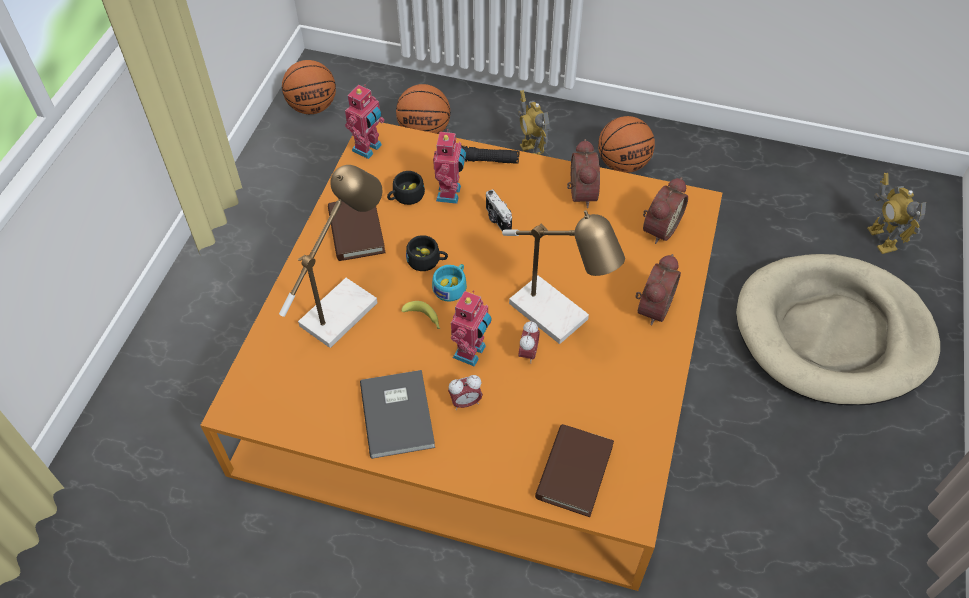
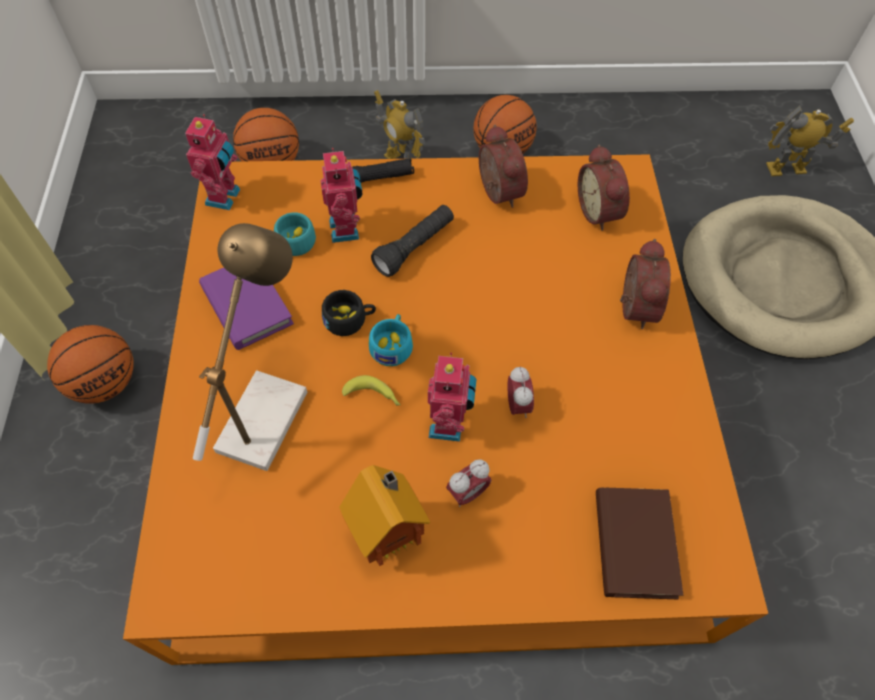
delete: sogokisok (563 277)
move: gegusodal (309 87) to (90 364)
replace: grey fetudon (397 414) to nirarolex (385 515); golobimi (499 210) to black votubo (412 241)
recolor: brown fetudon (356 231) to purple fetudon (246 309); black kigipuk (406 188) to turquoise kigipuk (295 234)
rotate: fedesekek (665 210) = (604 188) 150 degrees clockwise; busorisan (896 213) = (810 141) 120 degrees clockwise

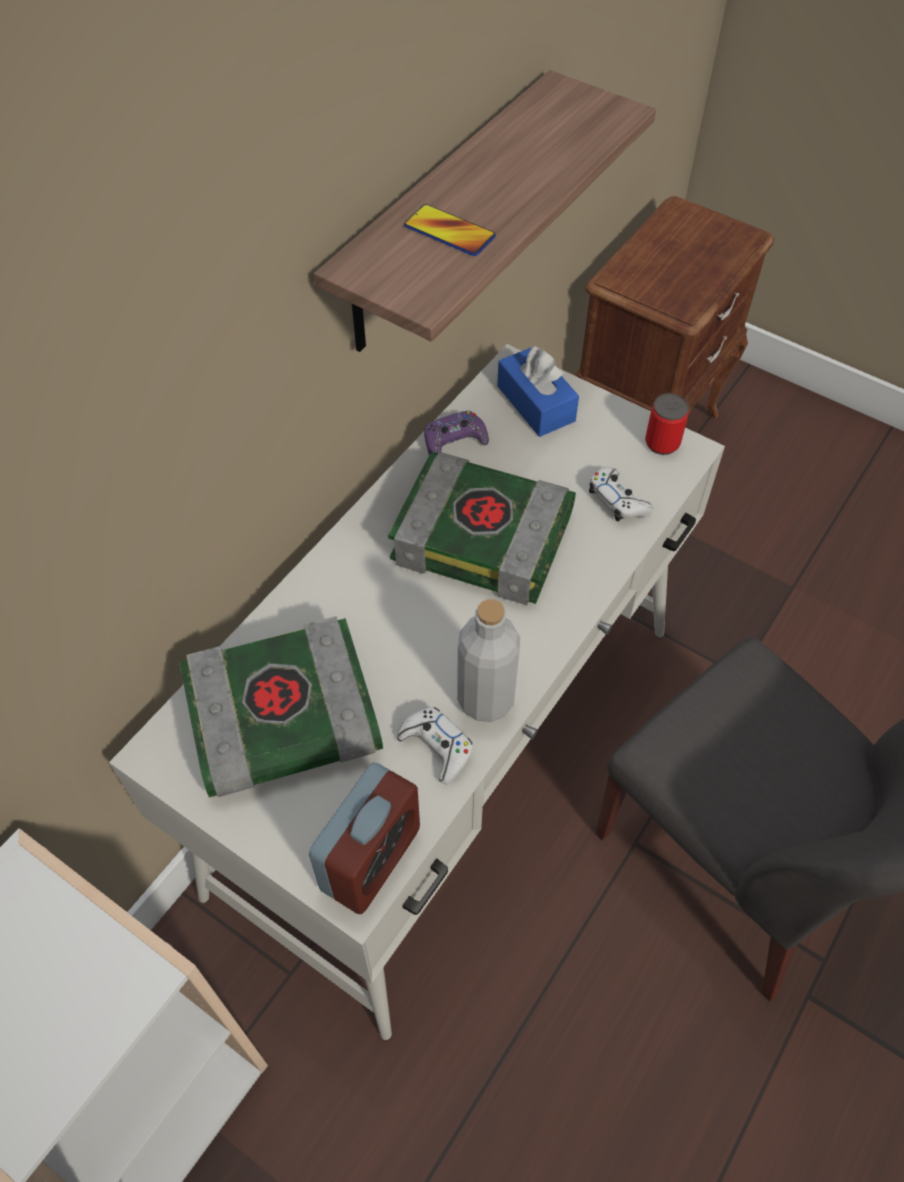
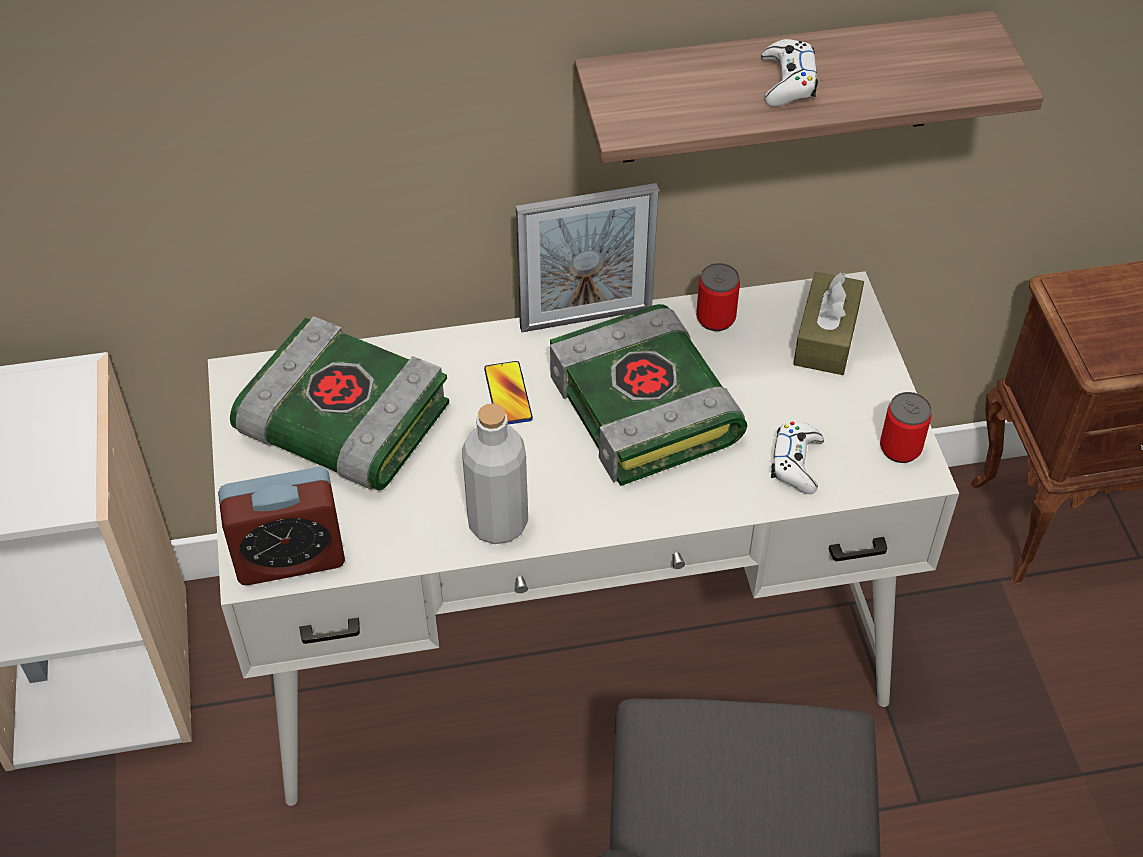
insert: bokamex (587 257)
move: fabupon (450 230) to (508 393); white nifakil (434 745) to (789 73)
replace: purple nifakil (456 433) to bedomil (718 297)
recolor: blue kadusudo (538 391) to brown kadusudo (828 323)

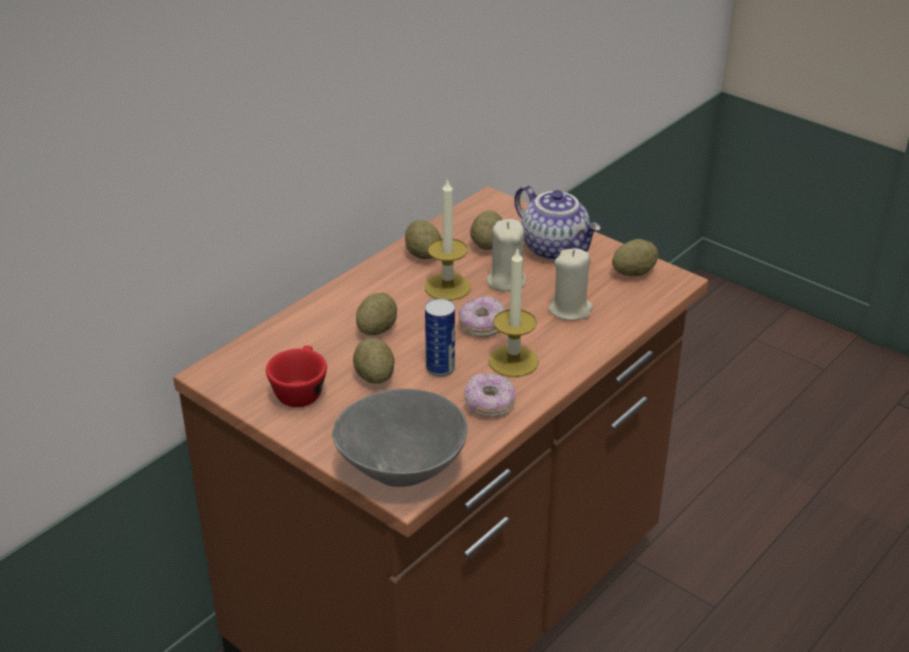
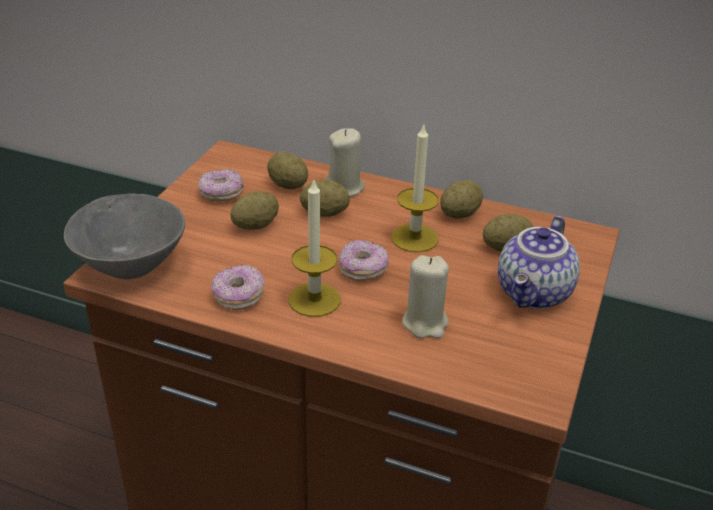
delete: bedomil (440 337)
move: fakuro (635 257) to (287 170); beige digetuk (506 255) to (345 162)
replace: red kigipuk (296 376) to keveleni (221 185)

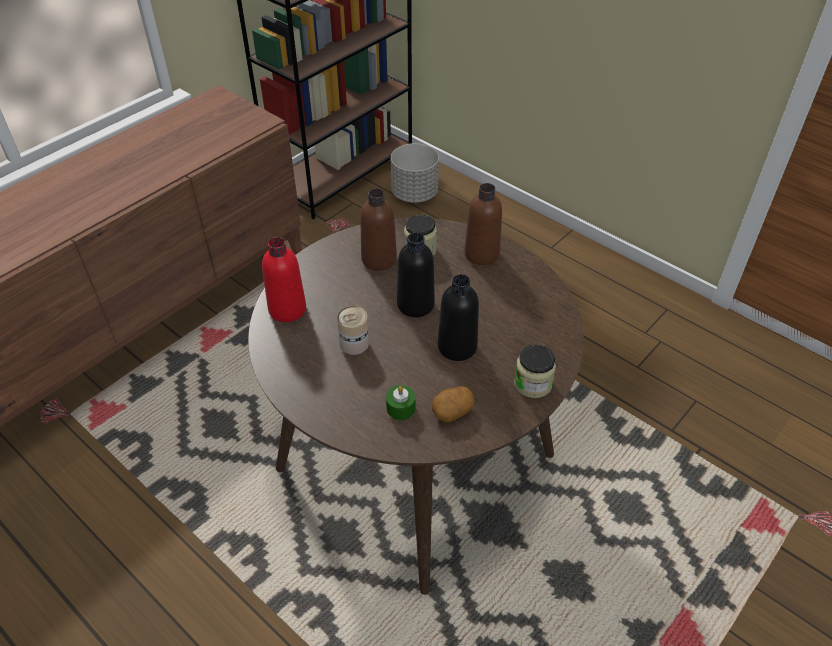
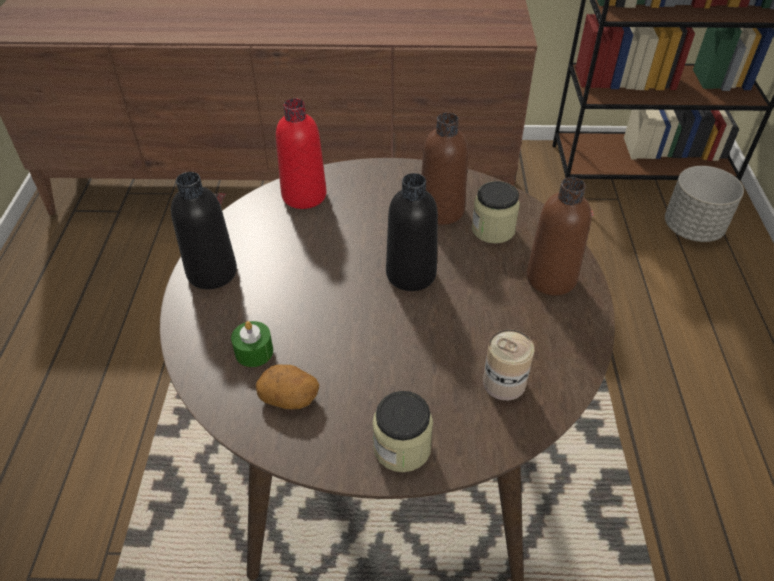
move: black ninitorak (458 317) to (204 230); bedomil (353 330) to (508 365)

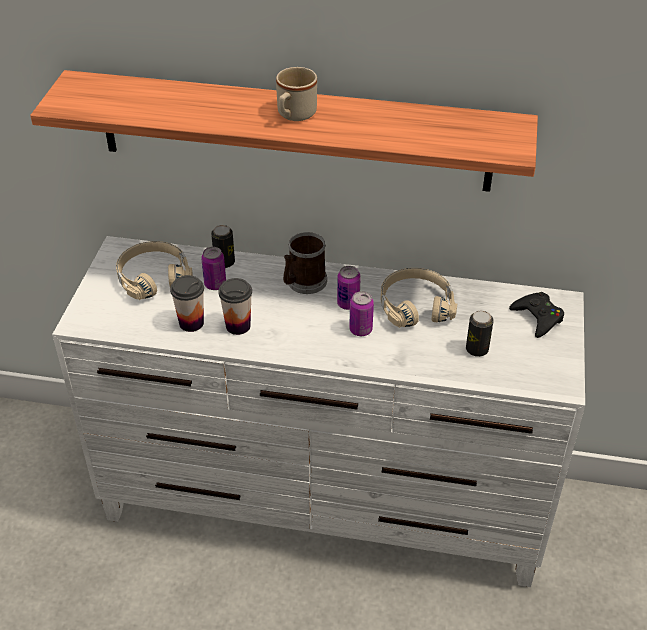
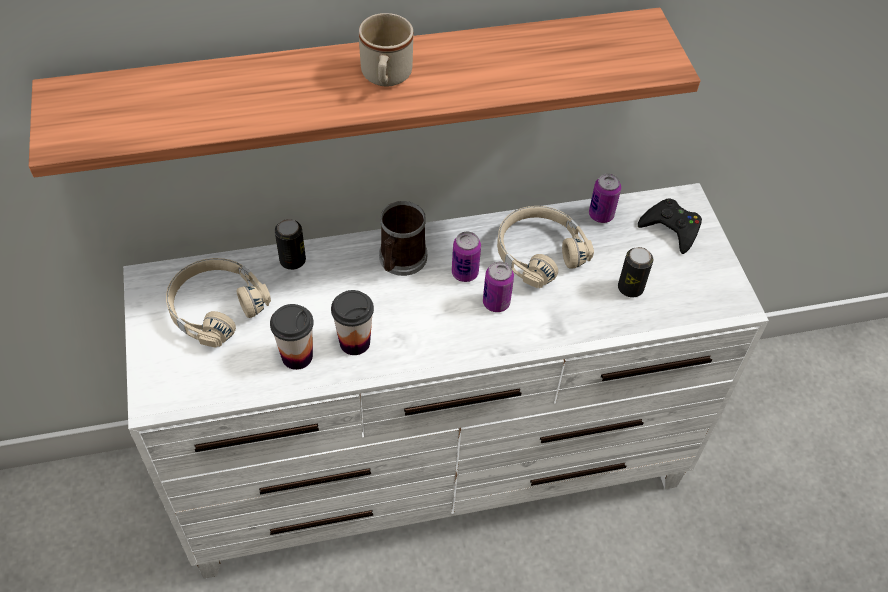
move: bedomil (213 268) to (605 198)

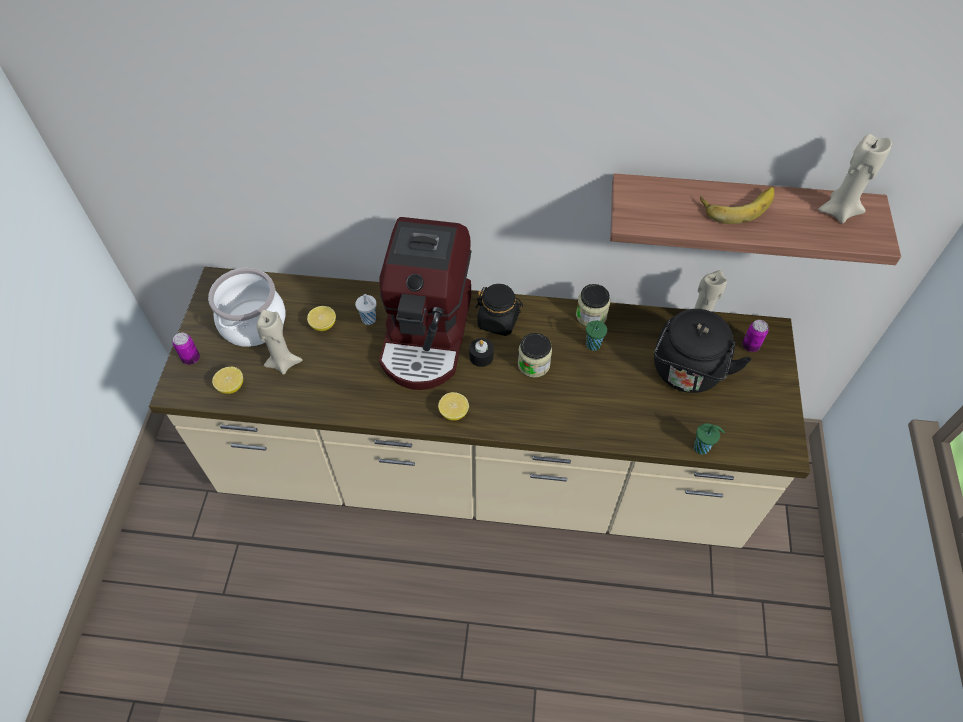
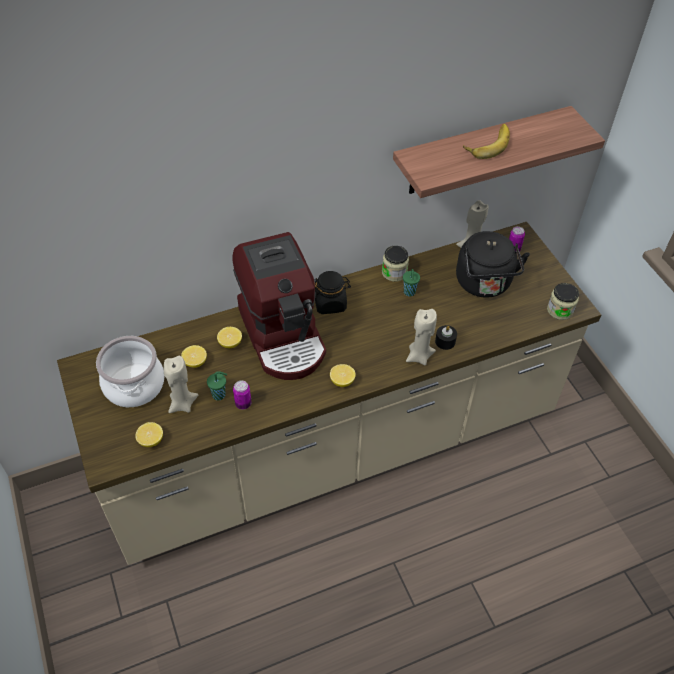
move: green kigipuk (709 439) to (217 386); bedomil (186 349) to (242 395); beige digetuk (855 179) to (421 337); black digetuk (481 352) to (446 337); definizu (535 355) to (563 301)
replace: white kigipuk (365 309) to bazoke (229 337)

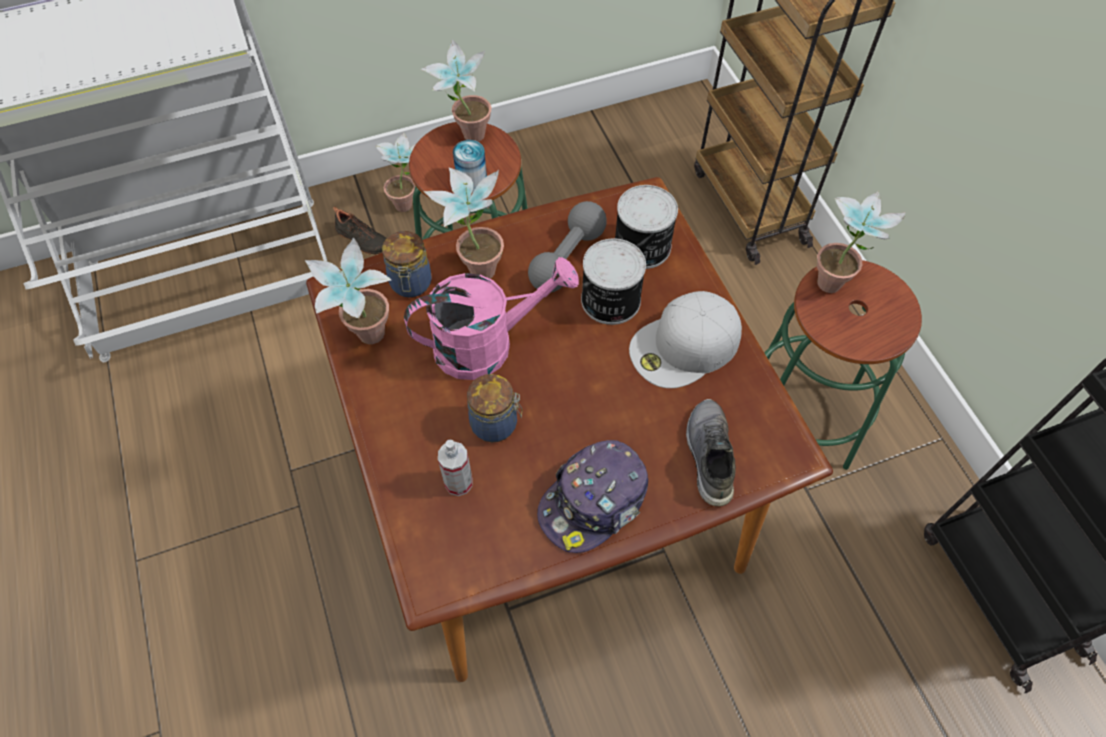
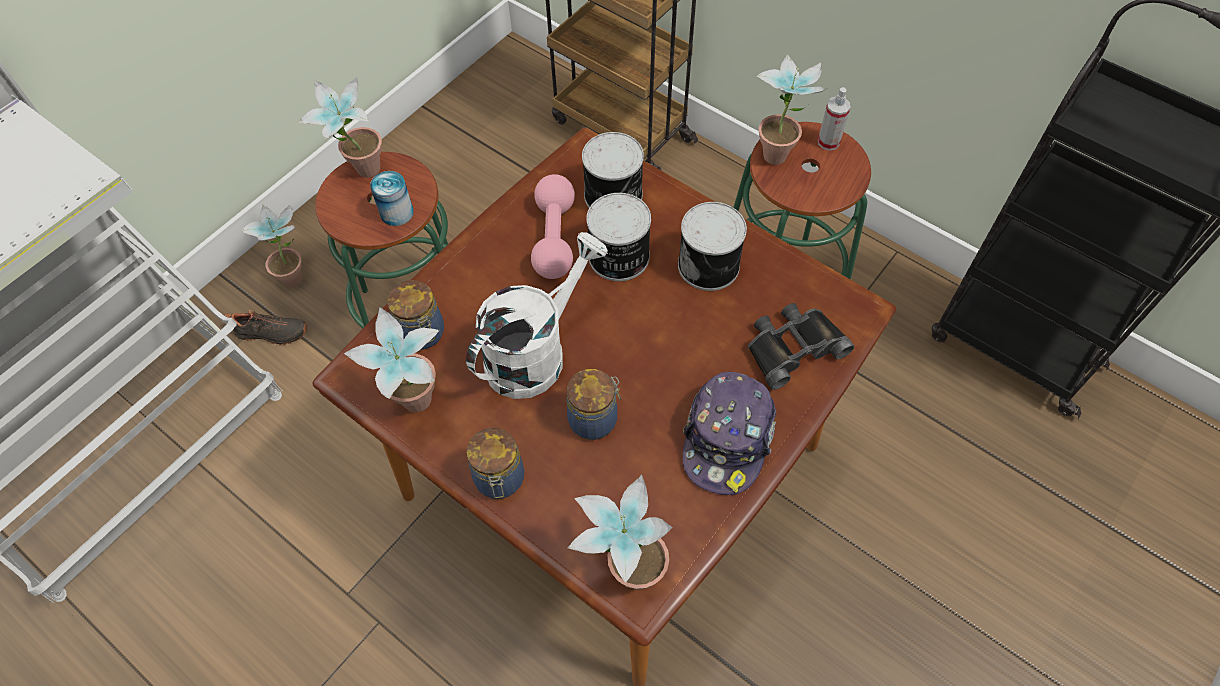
insert: definizu (495 463)
move: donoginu (463 223) to (620 532); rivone (455 468) to (834 119)
replace: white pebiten (685 339) to bedomil (712 246); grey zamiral (711 453) to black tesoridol (801 346)
recolor: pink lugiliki (491 318) to white lugiliki (537 315); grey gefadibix (567 247) to pink gefadibix (553 226)

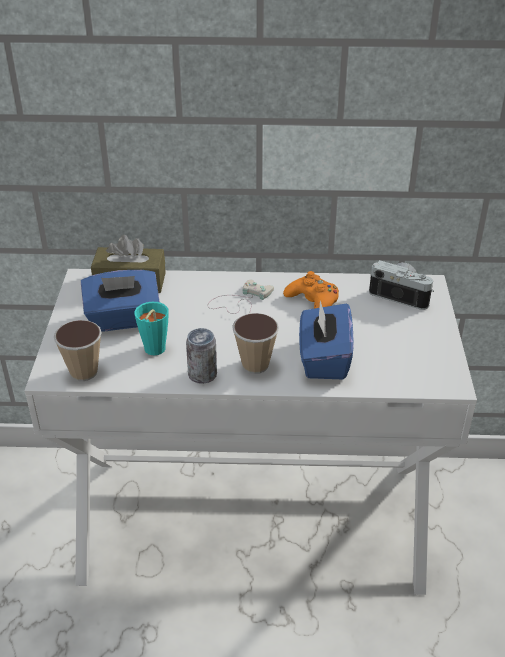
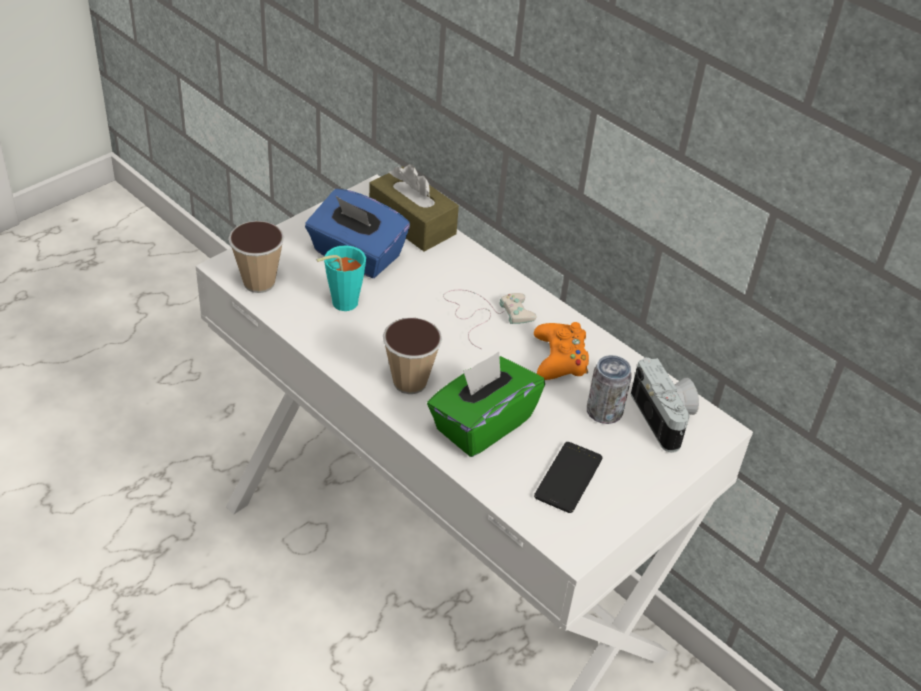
insert: fabupon (568 477)
move: bedomil (201 356) to (609 389)
recolor: blue kadusudo (326 340) to green kadusudo (486 404)

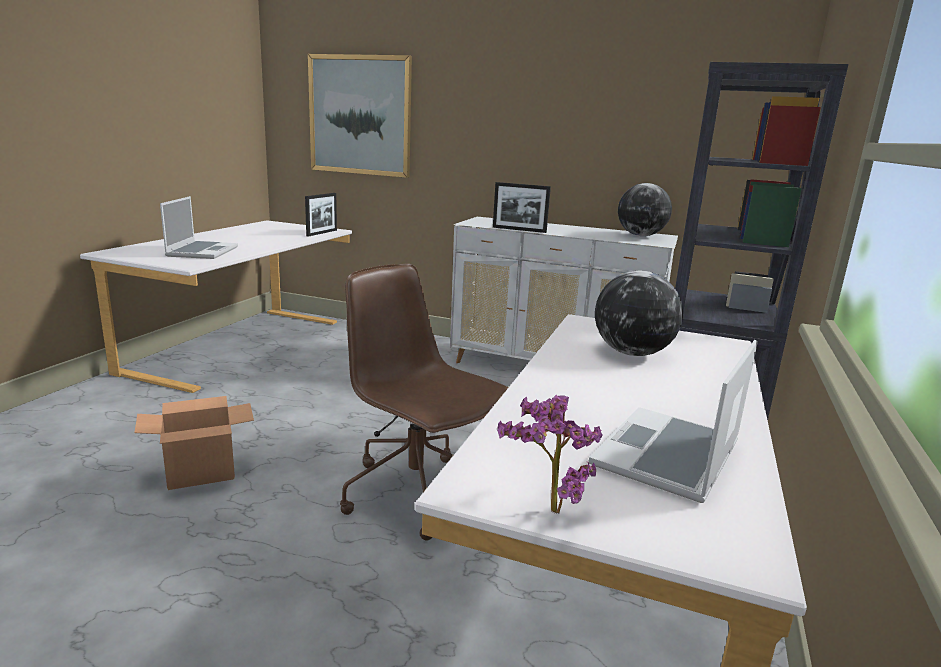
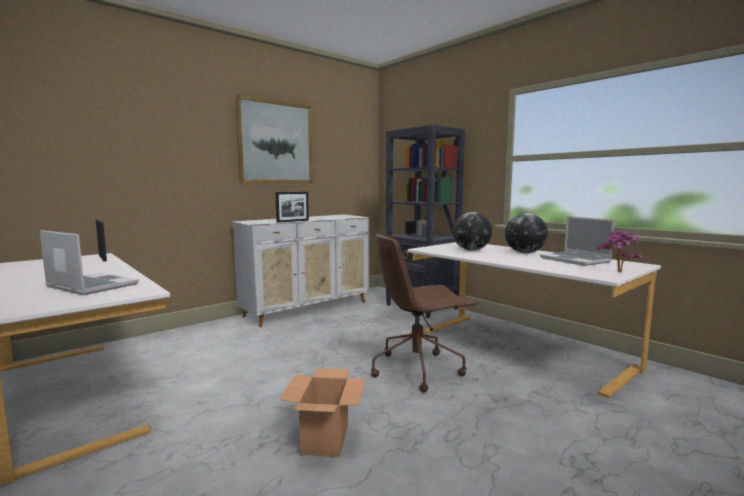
move: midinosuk (360 116) to (274 139); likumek (645 209) to (526 233)

